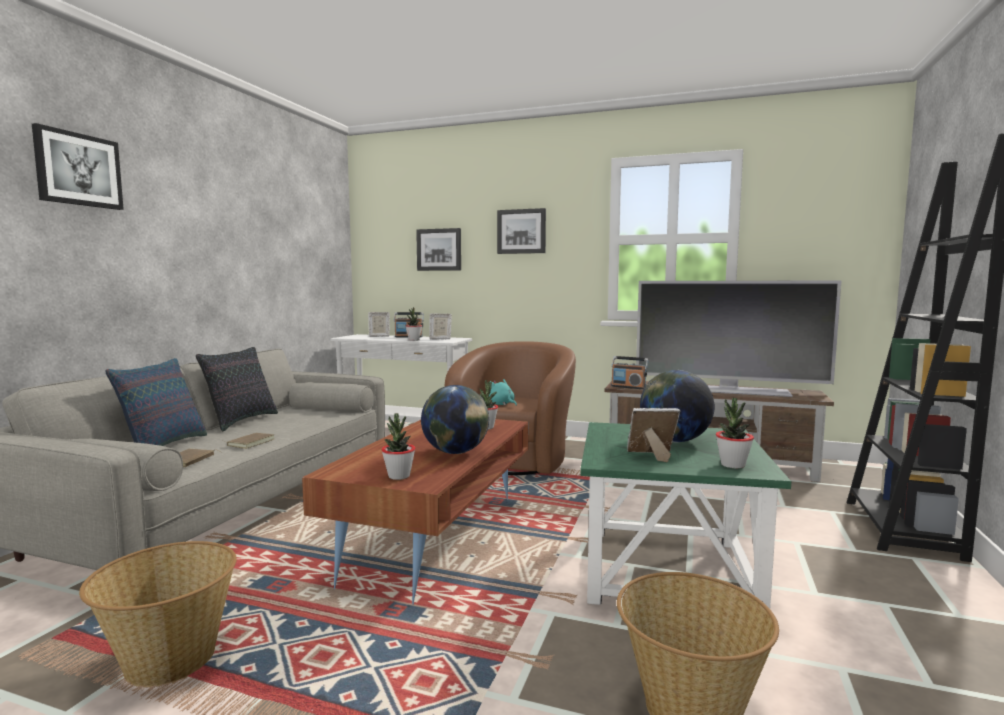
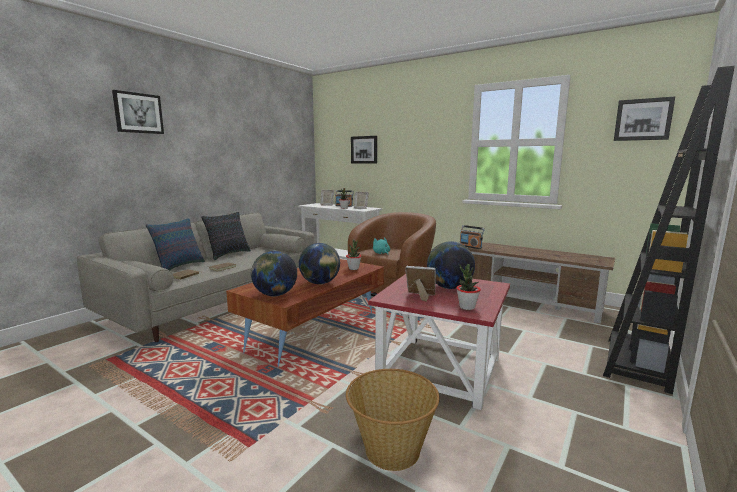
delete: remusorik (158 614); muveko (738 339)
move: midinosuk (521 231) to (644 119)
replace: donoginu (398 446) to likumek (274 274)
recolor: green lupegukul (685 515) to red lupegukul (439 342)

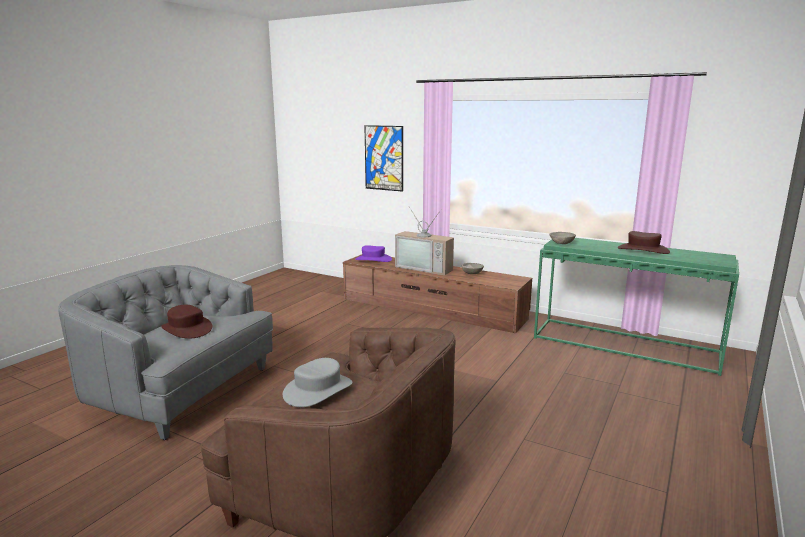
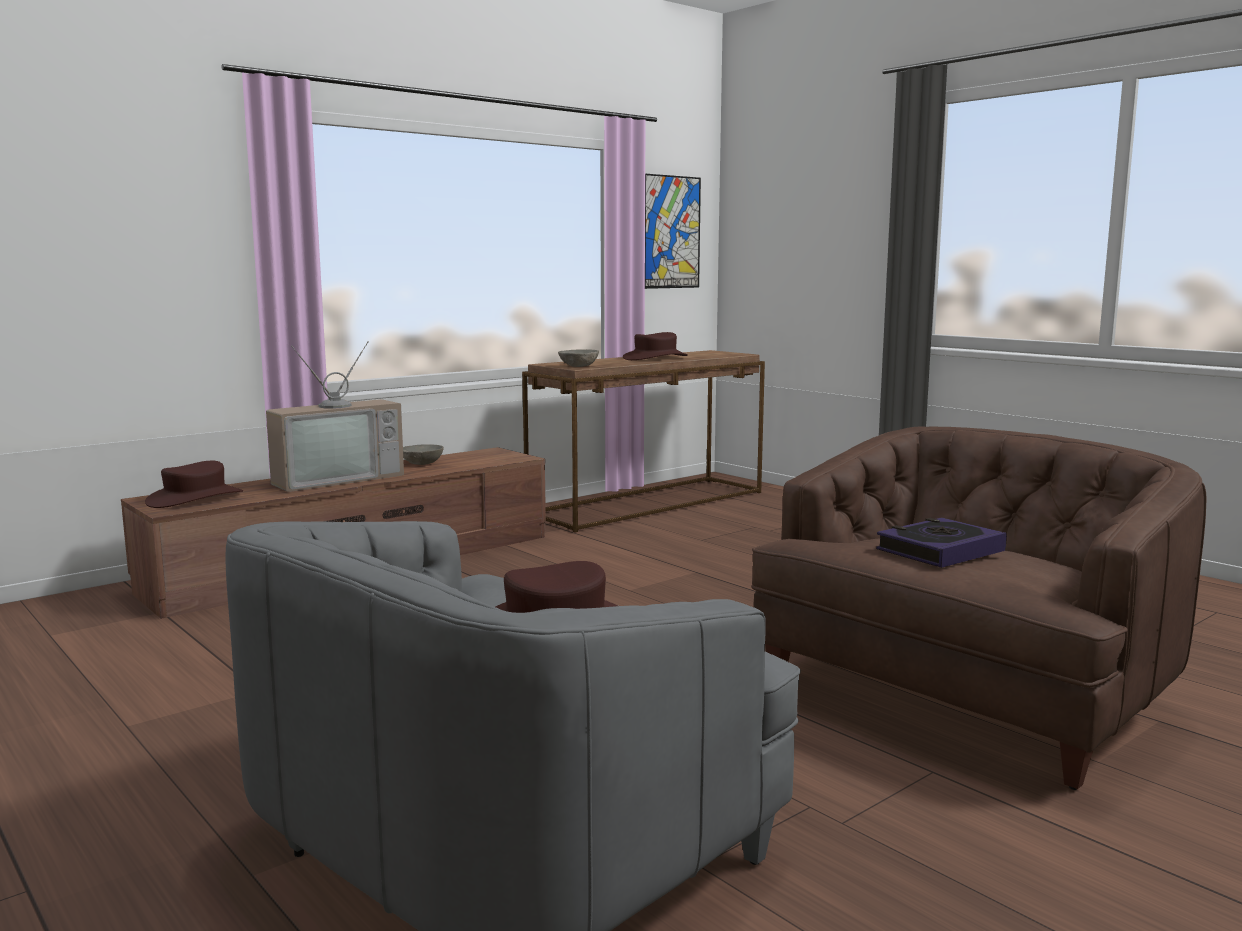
move: midinosuk (383 158) to (673 231)
replace: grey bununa (317 382) to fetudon (941 542)
recolor: purple bununa (373 253) to brown bununa (194 484); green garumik (636 307) to brown garumik (643 441)

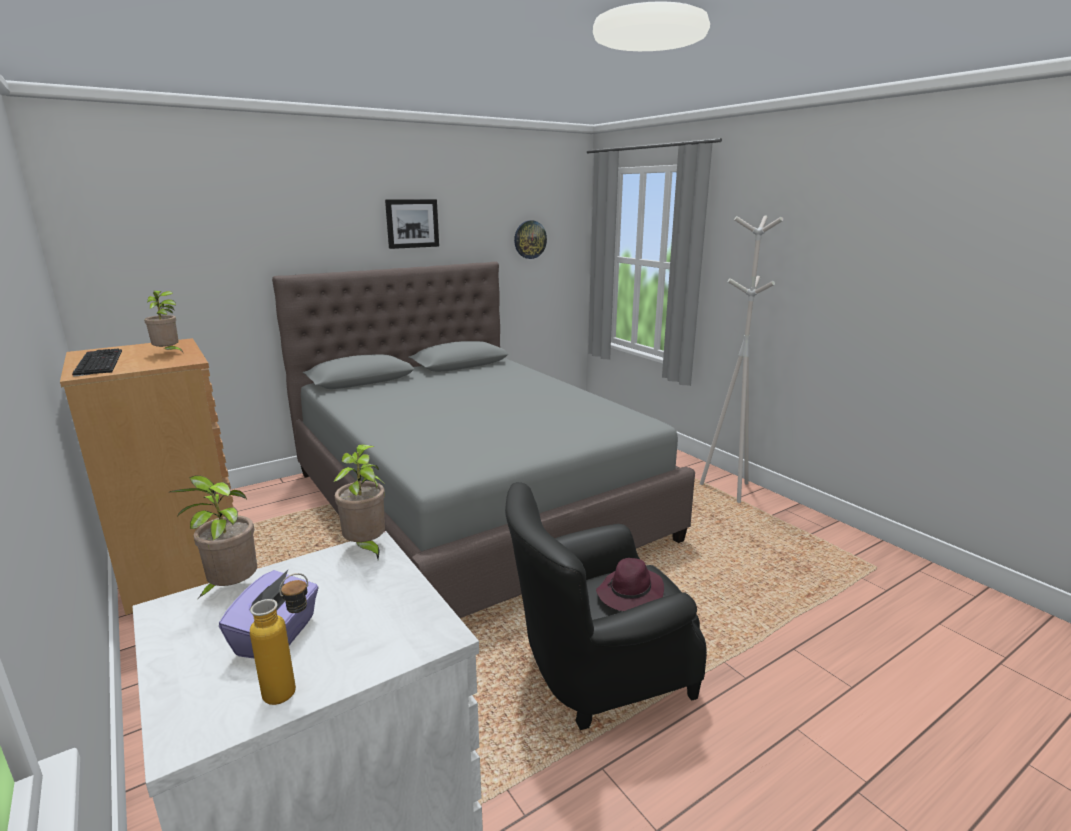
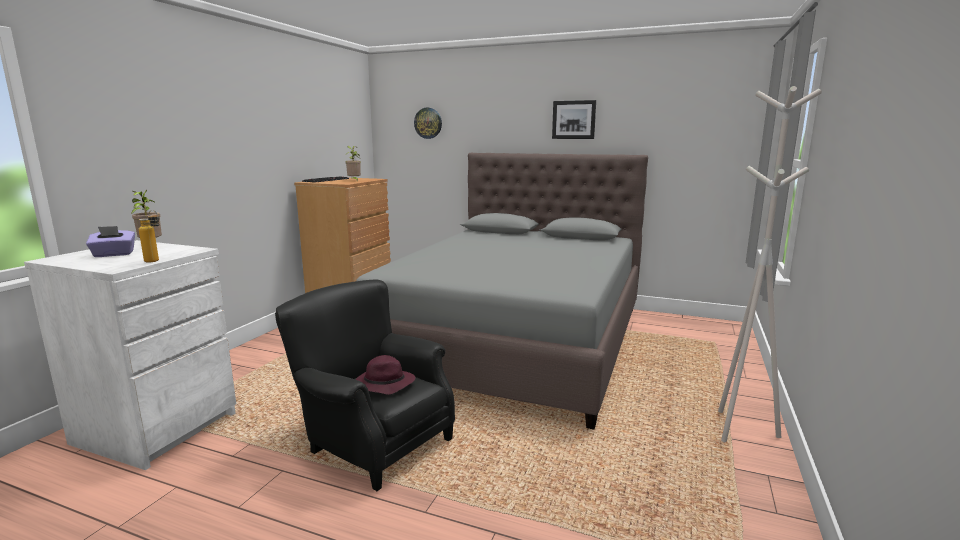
delete: donoginu (359 501)
move: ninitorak (279 639) to (149 236); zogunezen (530 239) to (428 123)

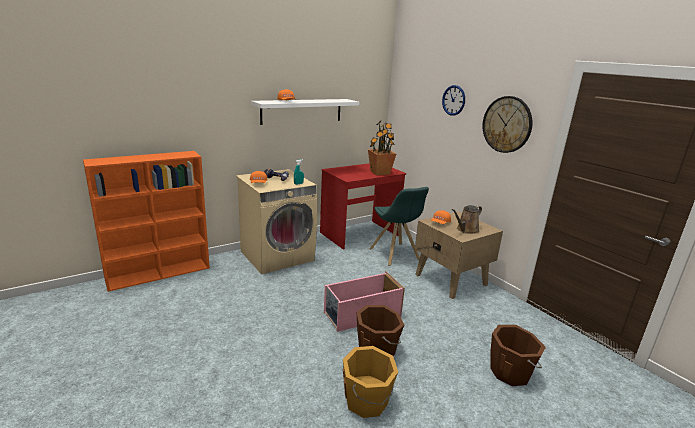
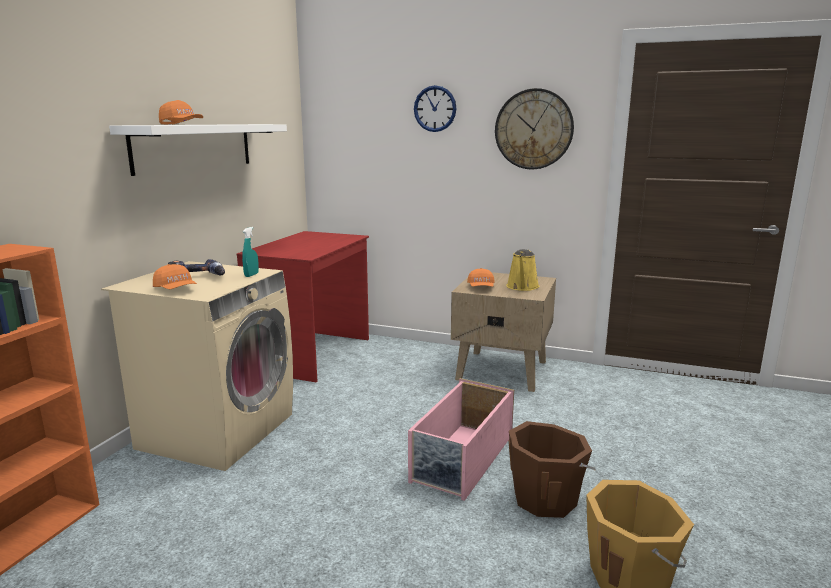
delete: donoginu (382 148); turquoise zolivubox (399 226); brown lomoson (518 355)
recolor: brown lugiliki (466 219) to yellow lugiliki (522 270)

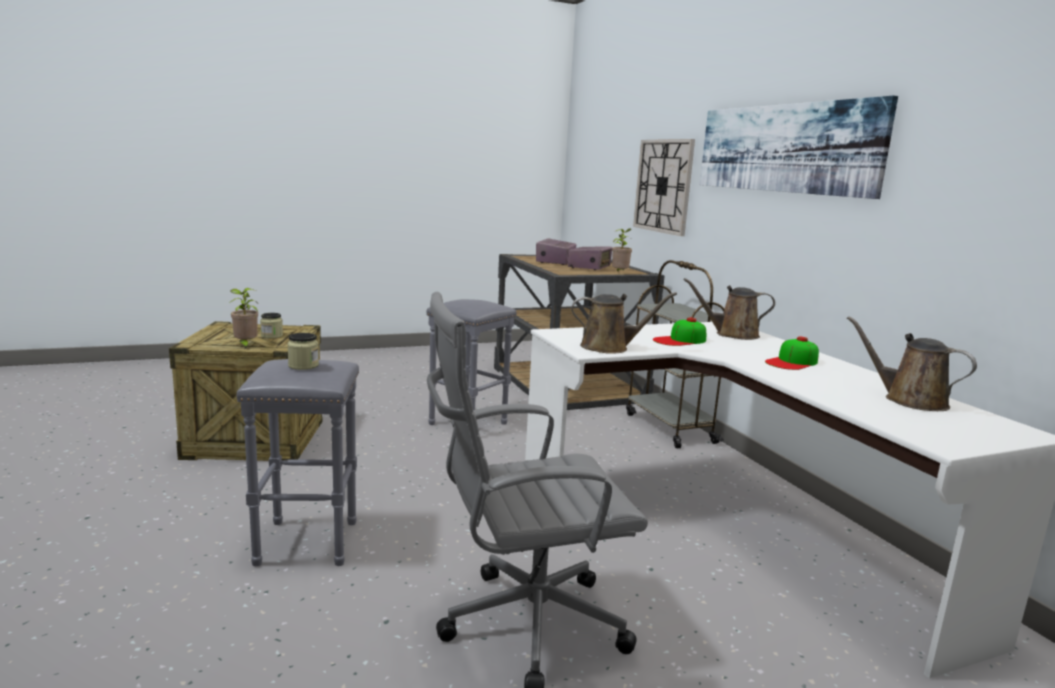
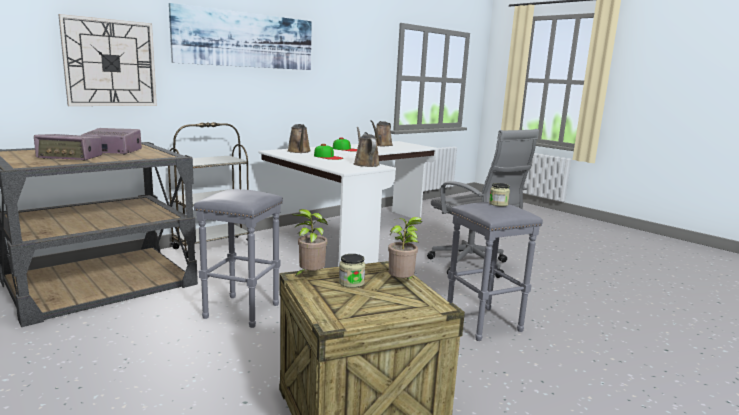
move: donoginu (622 249) to (310 243)

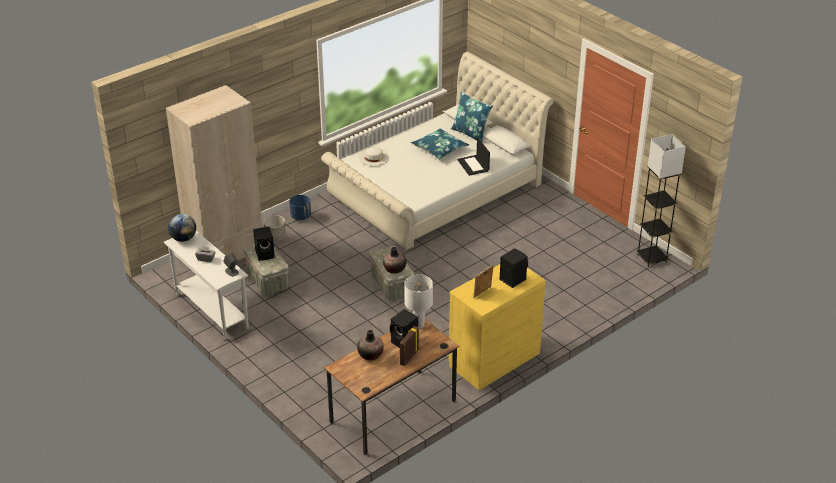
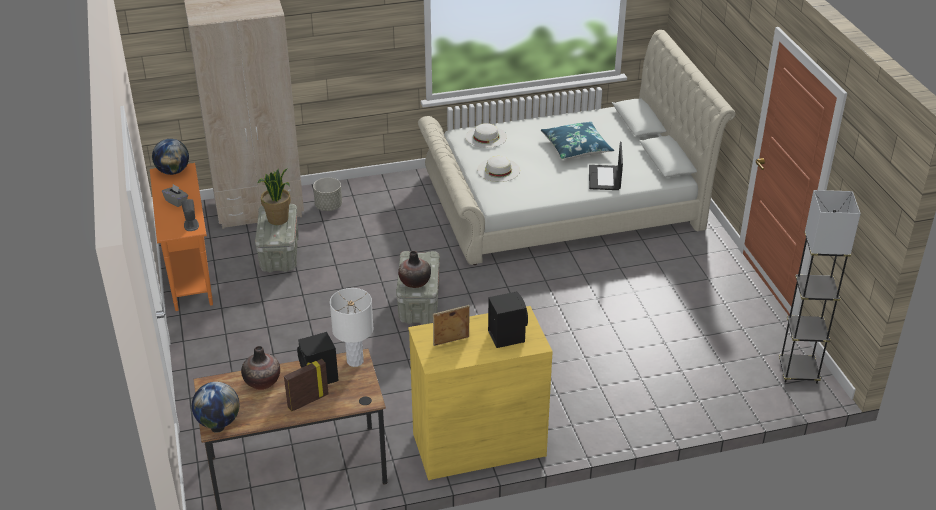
delete: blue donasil (300 207); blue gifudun (472 116)
insert: likumek (215 405); white bununa (498 169)
replace: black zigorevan (264 243) to donoginu (274 196)
recolor: white garumik (206 285) to orange garumik (181 237)

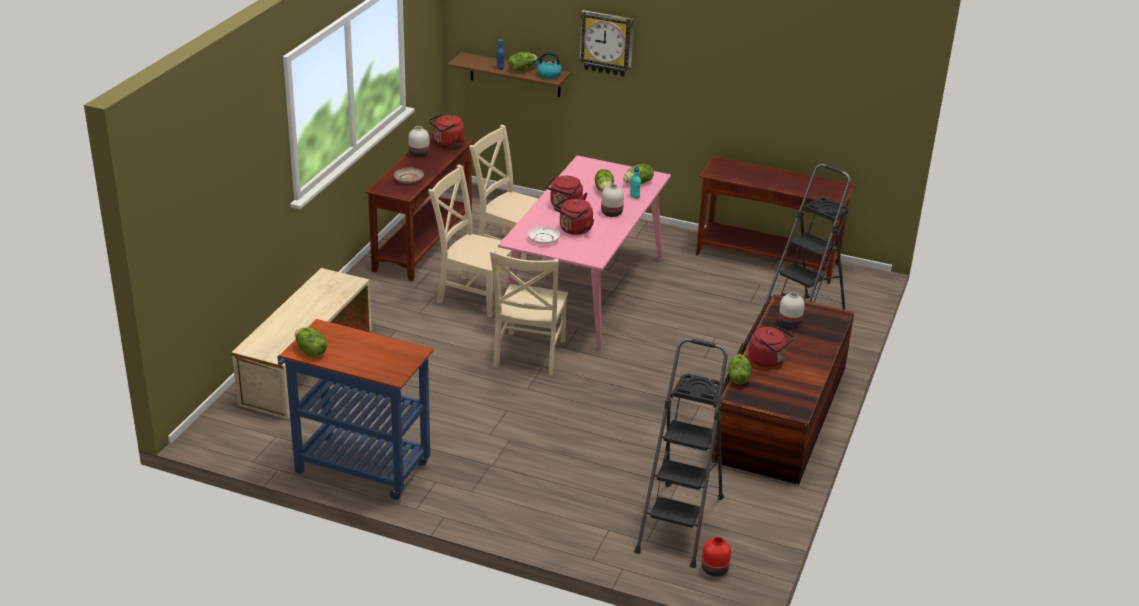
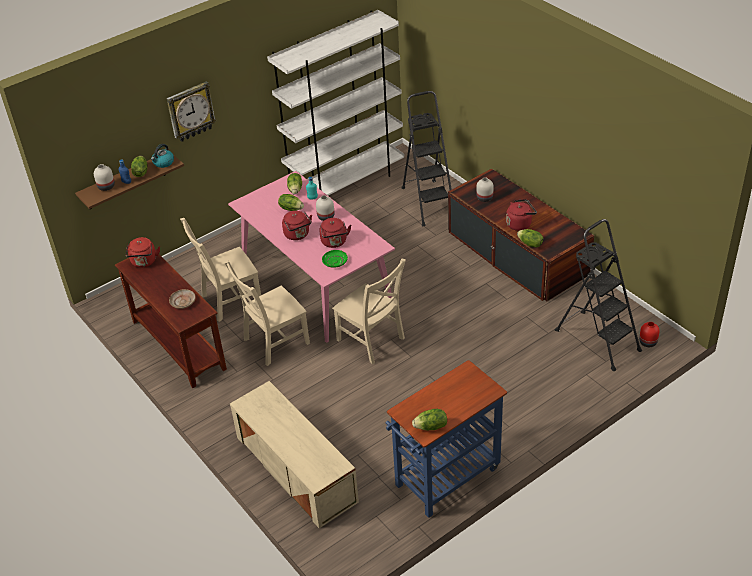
move: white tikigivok (419 141) to (104 177)
replace: brown garumik (775 220) to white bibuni (335 102)
recolor: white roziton (544 235) to green roziton (335 259)

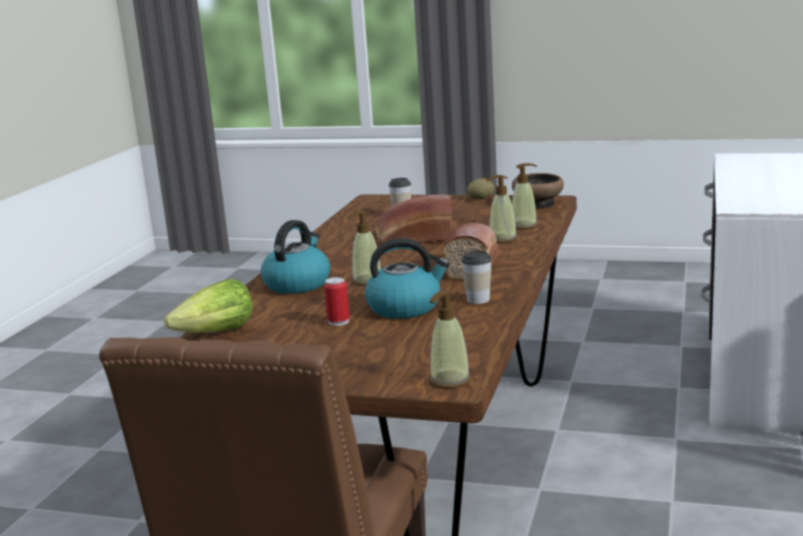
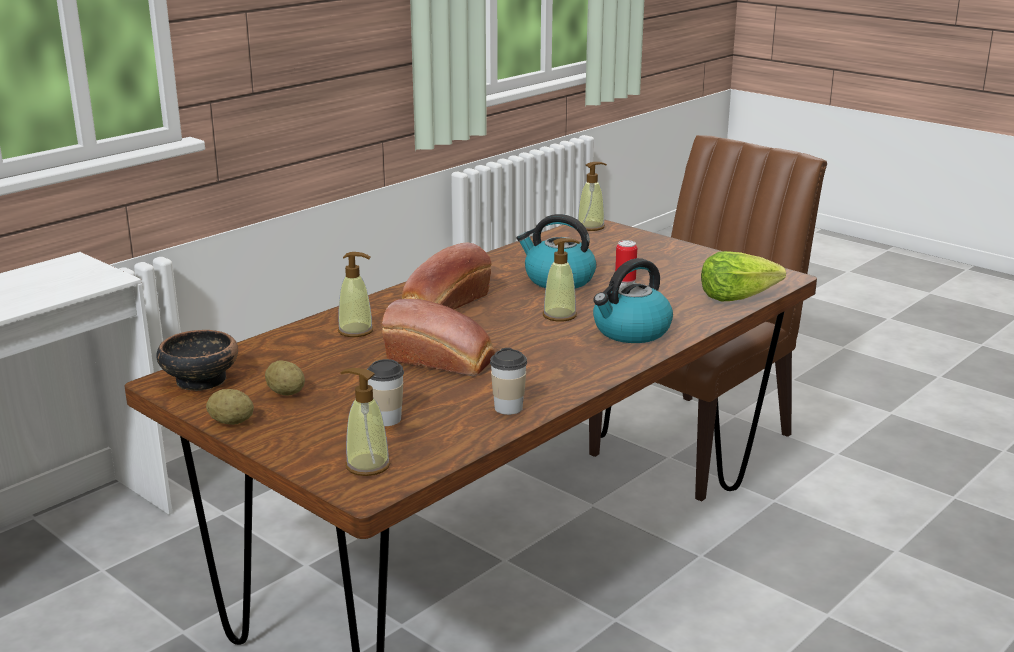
insert: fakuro (285 378)
move: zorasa (525 196) to (365 422); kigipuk (476 277) to (508 381)

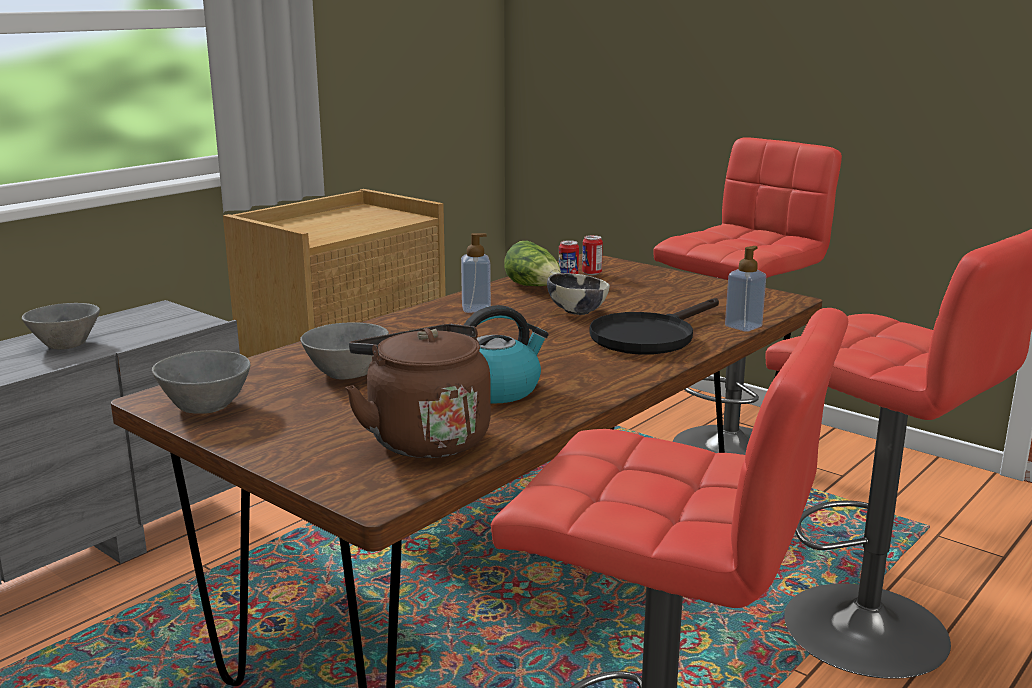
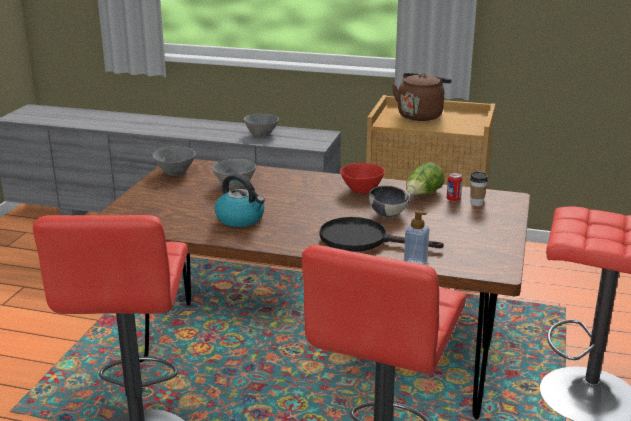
move: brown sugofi (418 391) to (422 97)
replace: zorasa (476 273) to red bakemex (362 178); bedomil (592 255) to kigipuk (479 188)

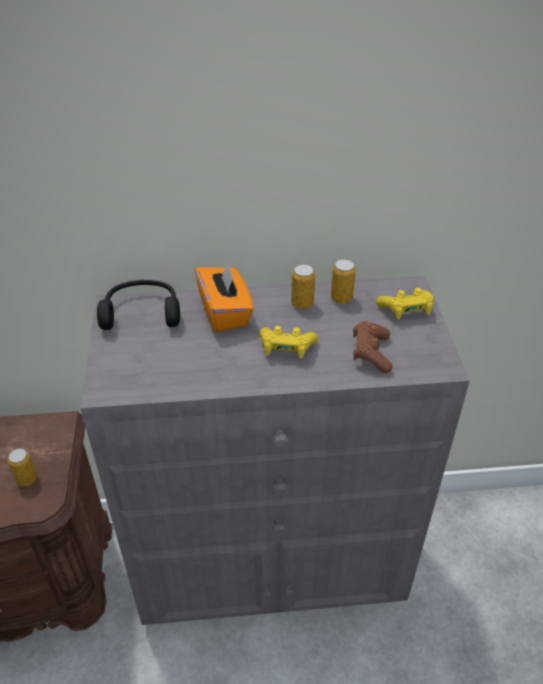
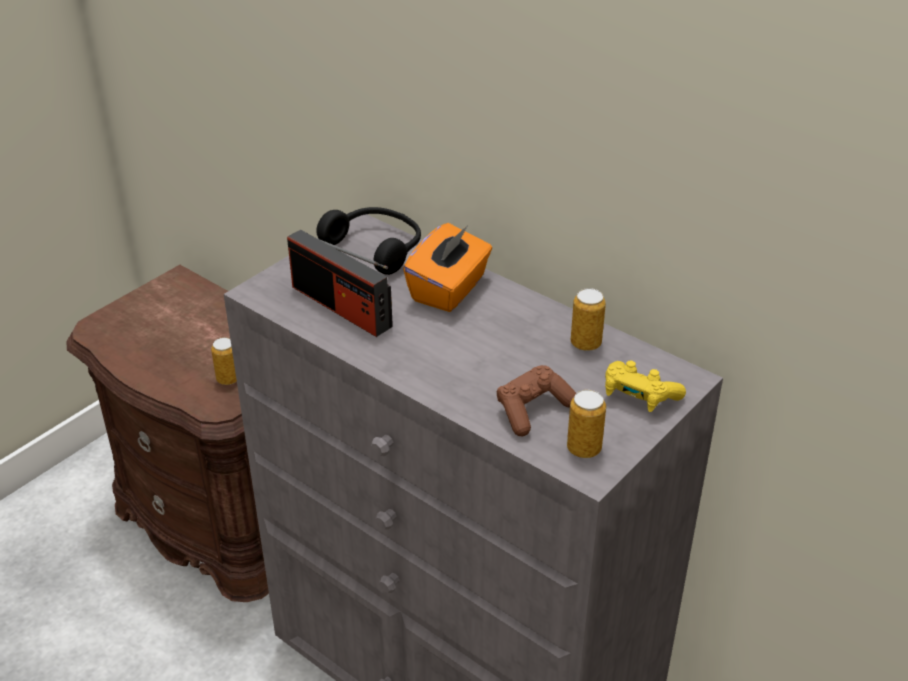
delete: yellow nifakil (288 342)
insert: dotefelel (340 283)
move: bedomil (303 286) to (586 424)

